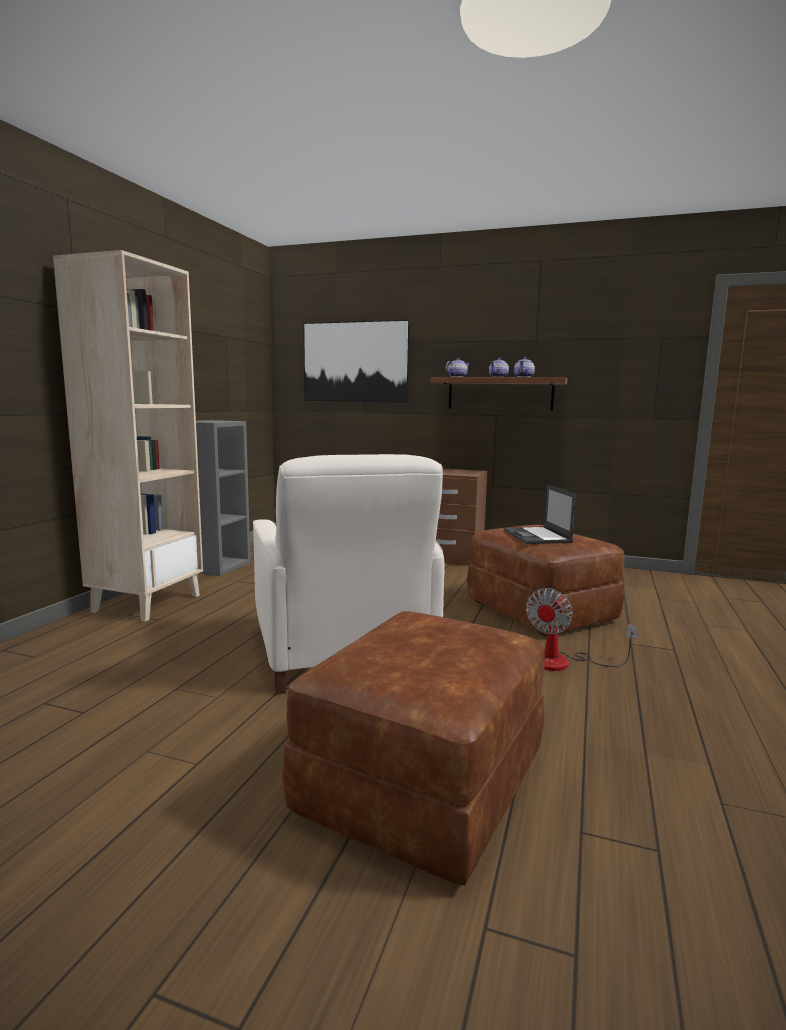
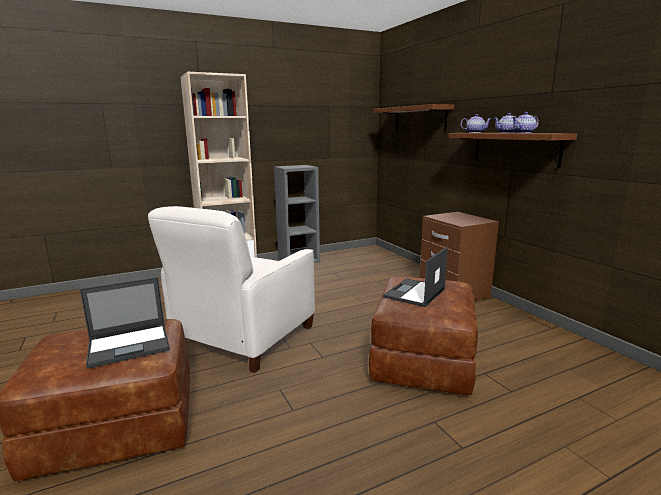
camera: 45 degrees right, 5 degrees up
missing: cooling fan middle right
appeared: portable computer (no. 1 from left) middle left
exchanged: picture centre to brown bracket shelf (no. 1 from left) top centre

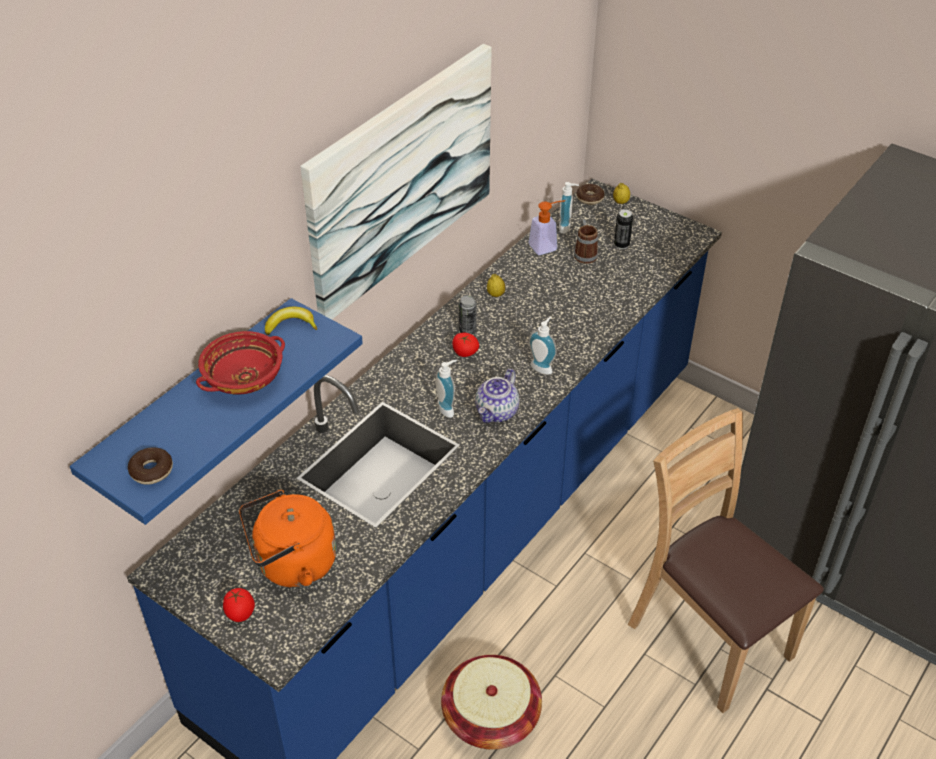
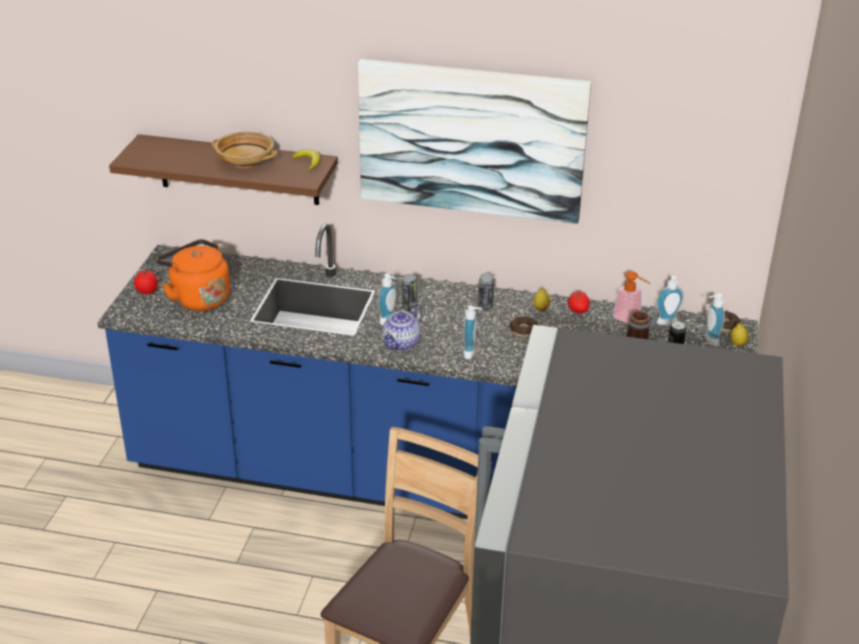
camera: 65 degrees right, 10 degrees down
missing: household basket bottom centre
appeared: sealed can (no. 1 from left) centre; soap dispenser (no. 5 from left) middle right
relocated: fresh tomato (no. 2 from left) centre to middle right; donut (no. 1 from left) middle left to centre
colour: blue bracket shelf middle left to brown bracket shelf top left; reddish bowl middle left to beige-coloured bowl top left
spun: tea pot centre = centre 60 degrees counterclockwise

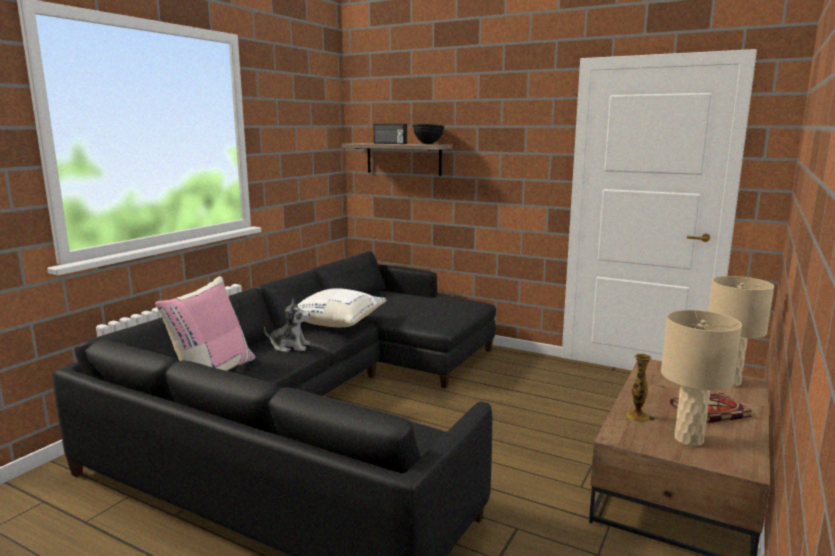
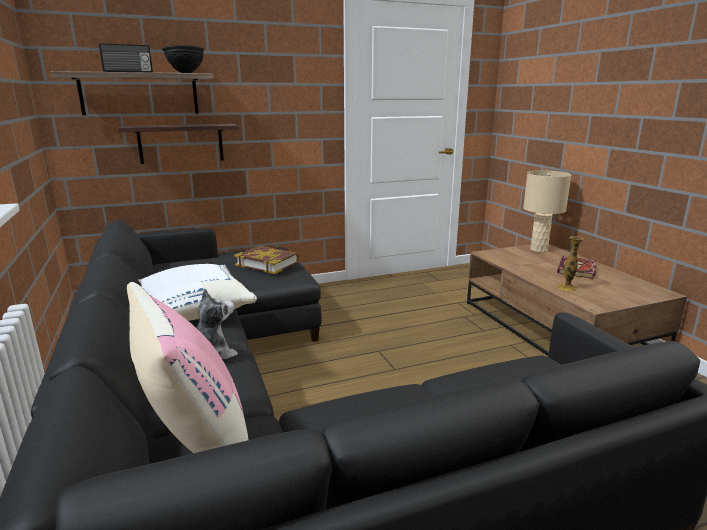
camera: 50 degrees left, 5 degrees up
missing: beige-coloured table lamp (no. 1 from left) bottom right
appeared: bracket shelf (no. 2 from left) top left; book (no. 1 from left) centre

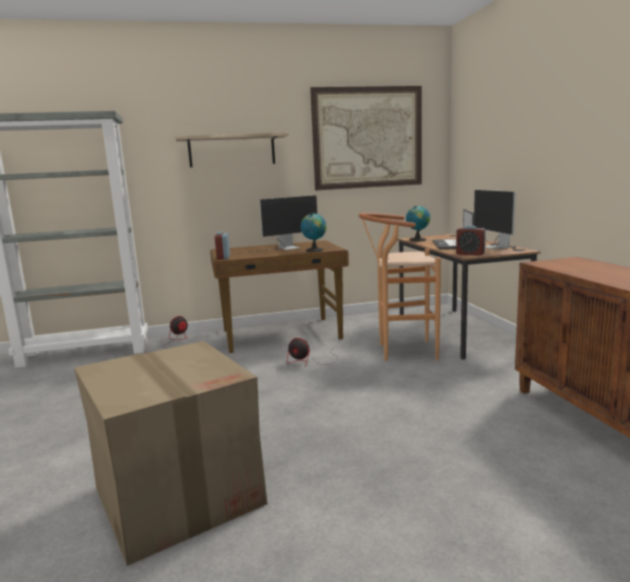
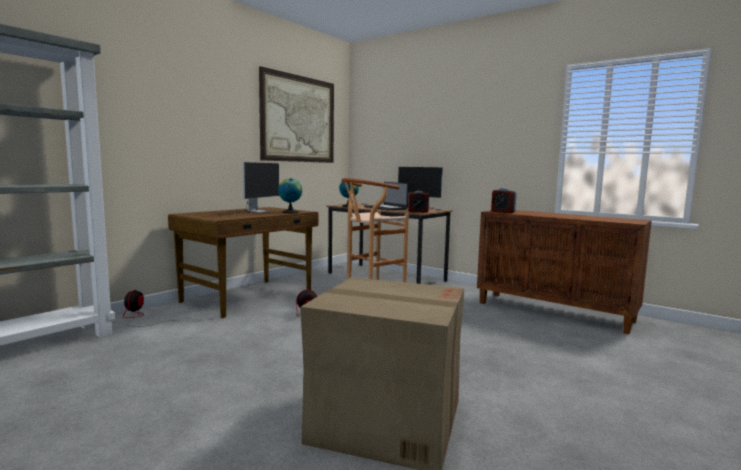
camera: 40 degrees left, 5 degrees down
missing: bracket shelf top centre
relocated: bedside clock (no. 1 from left in the first image) centre to bedside clock (no. 2 from left) middle right

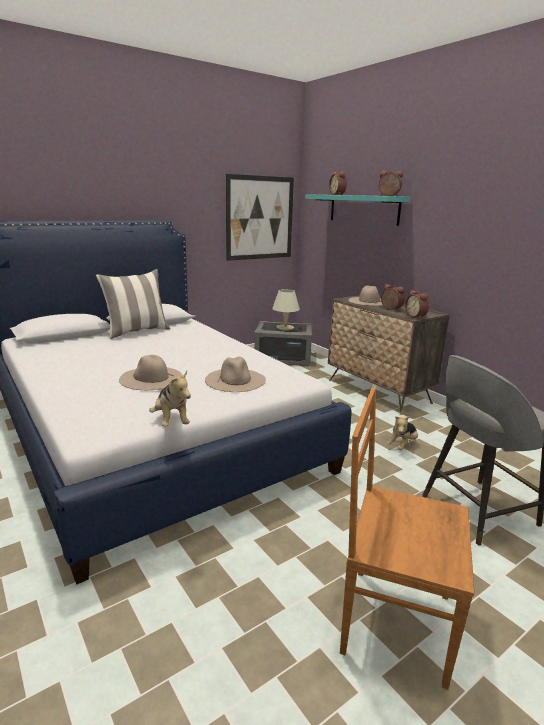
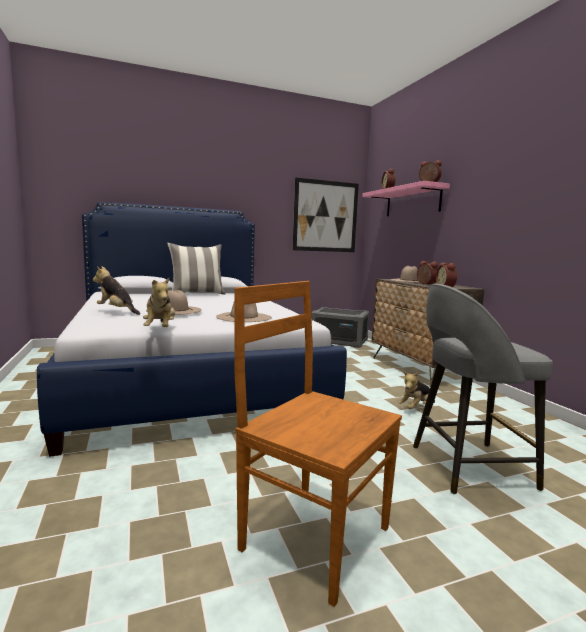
camera: 15 degrees right, 10 degrees down
missing: beige-coloured table lamp centre
appeared: plush toy (no. 1 from left) middle left
colour: turquoise bracket shelf top centre to pink bracket shelf top right

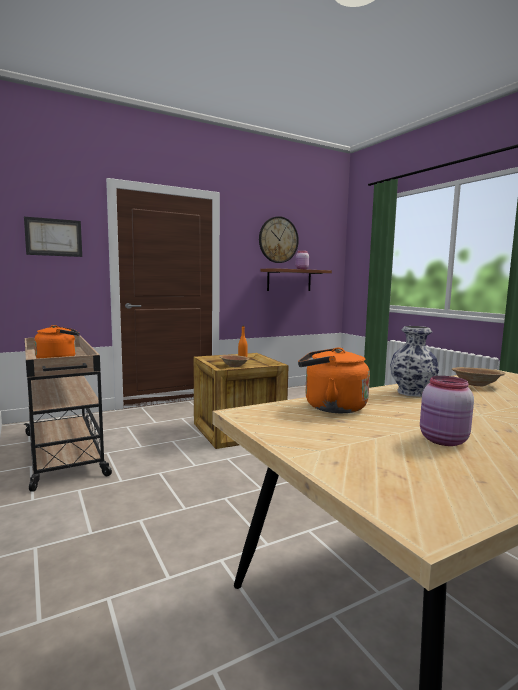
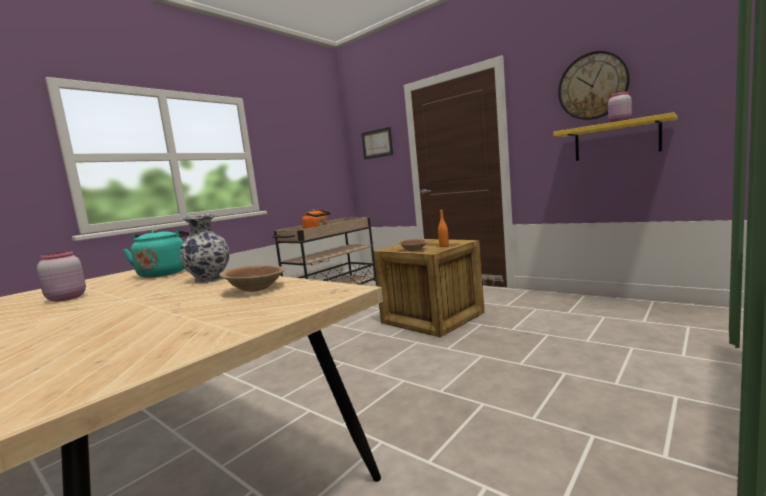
camera: 70 degrees right, 0 degrees up
colour: brown bracket shelf centre to yellow-coloured bracket shelf top right; orangey tea kettle (no. 2 from left) centre to turquoise tea kettle middle left

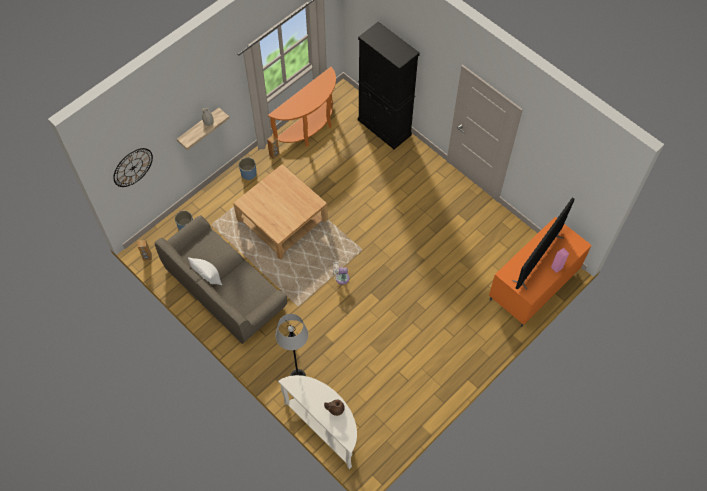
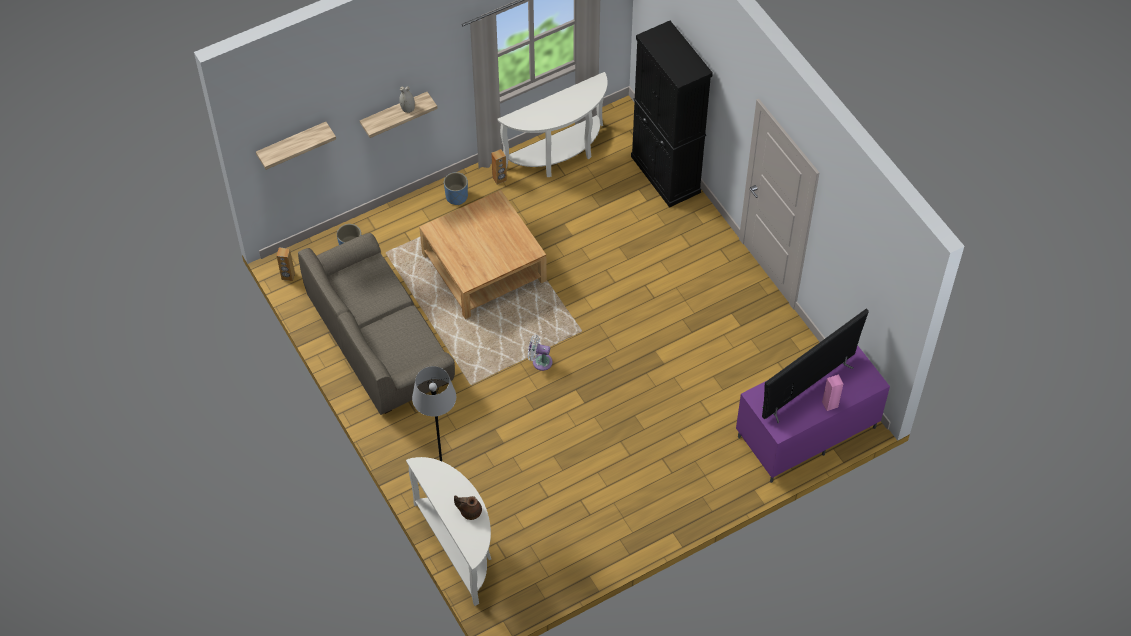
camera: 15 degrees right, 5 degrees down
missing: white pillow middle left
exchanged: wall clock middle left to bracket shelf (no. 1 from left) top left
colour: orangey narrow table top centre to white narrow table (no. 2 from left) top centre; orangey media console middle right to purple-coloured media console middle right

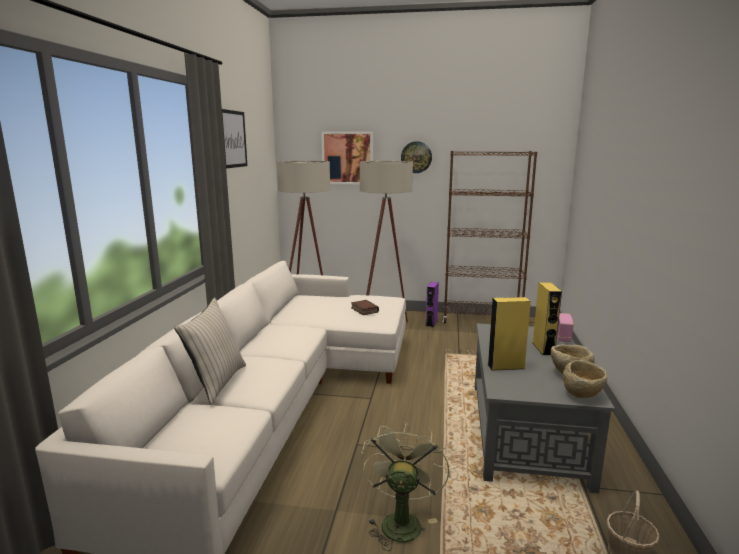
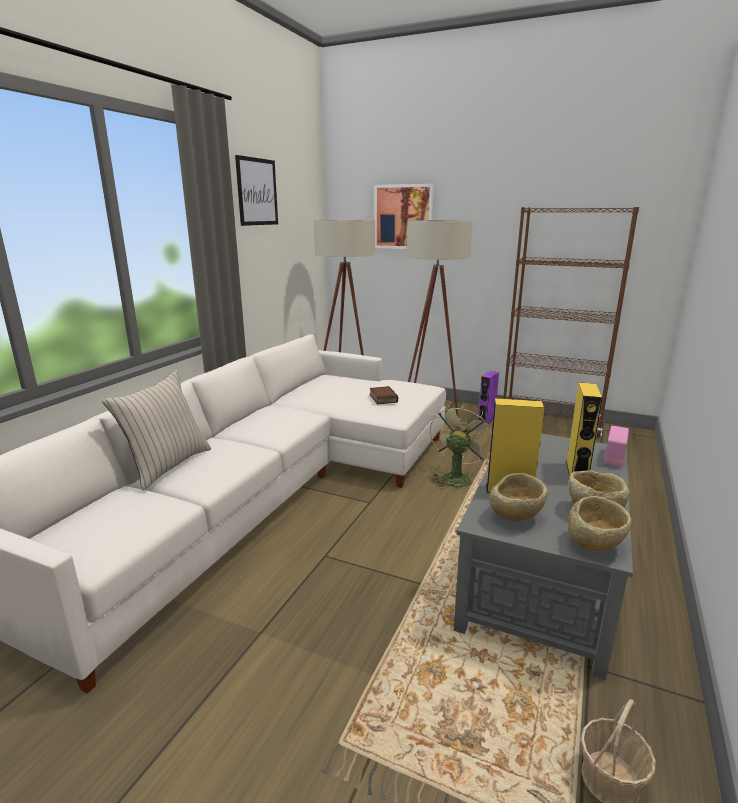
camera: 15 degrees right, 5 degrees up
missing: wall clock top centre
appeared: beige-coloured bowl (no. 1 from left) middle right
relocated: greenish cooling fan bottom centre to centre

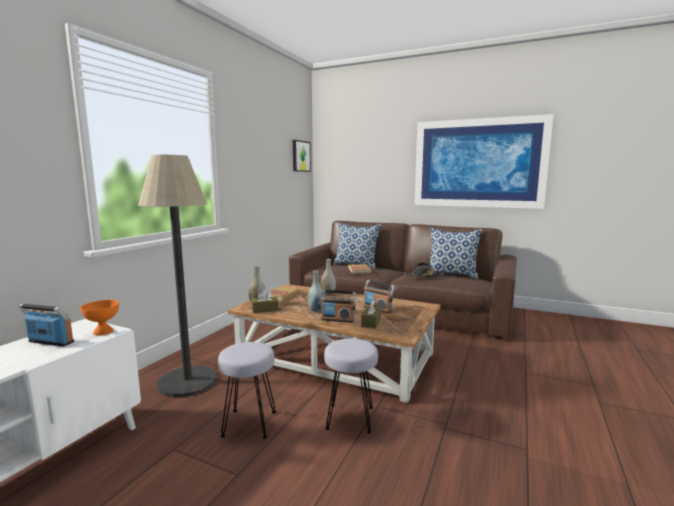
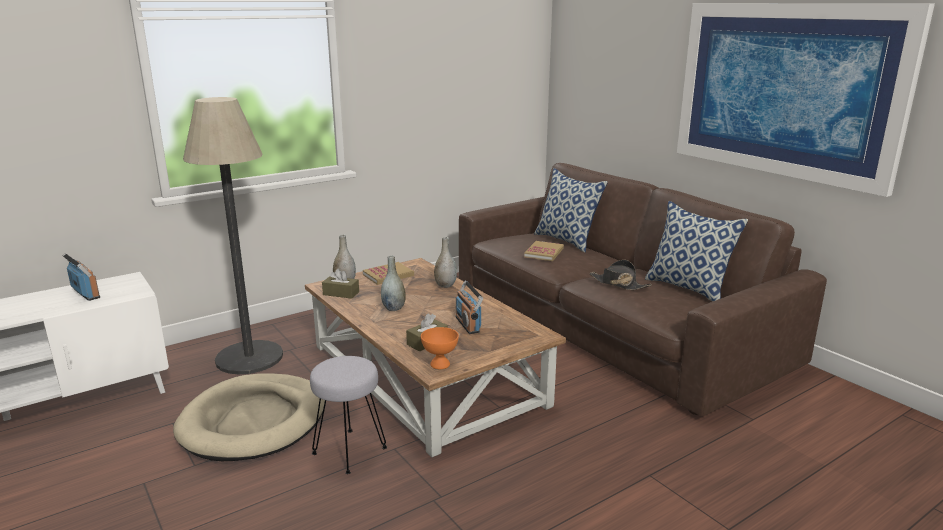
camera: 30 degrees right, 10 degrees up
missing: picture (no. 1 from left) top centre; radio (no. 2 from left) centre
relocated: orangey bowl middle left to centre
exchanged: grey stool (no. 1 from left) bottom centre to beige-coloured pet bed bottom left

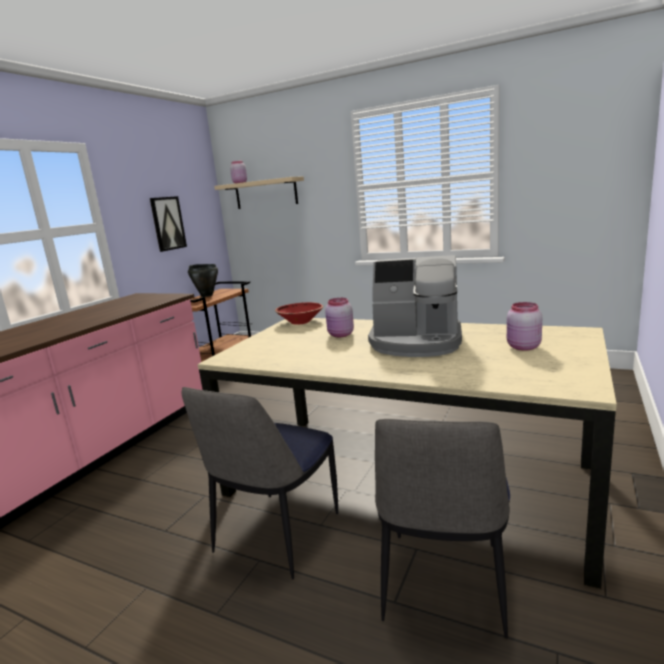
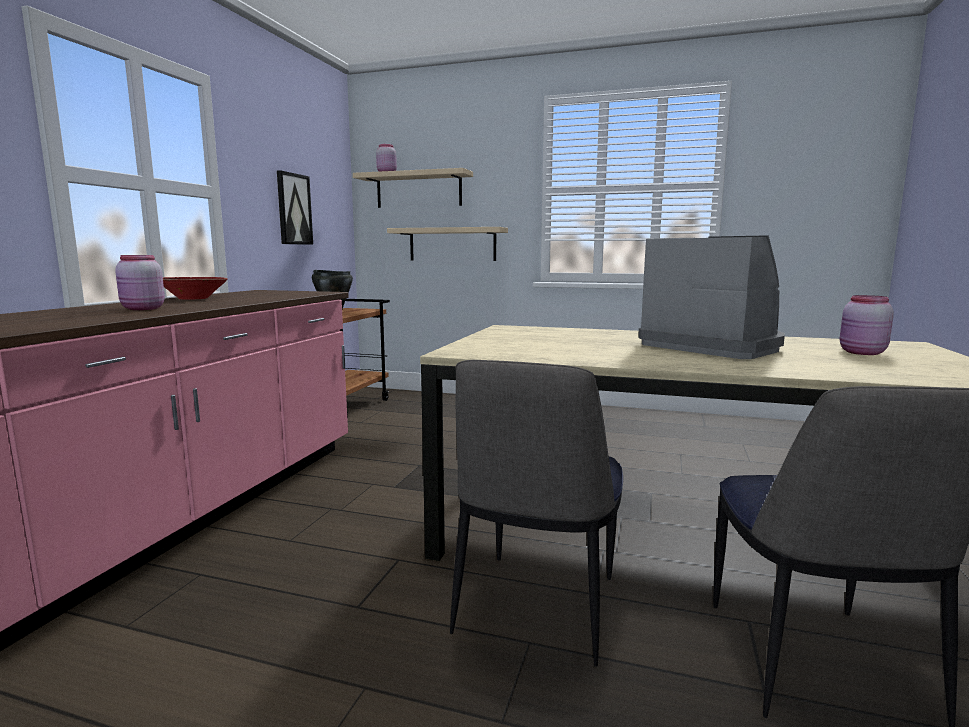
camera: 10 degrees left, 5 degrees down
appeared: beige-coloured bracket shelf (no. 2 from left) centre
relocated: pink storage jar (no. 2 from left in the first image) centre to pink storage jar (no. 1 from left) middle left; reddish bowl centre to middle left
spun: coffee brewer centre = middle right 135 degrees counterclockwise

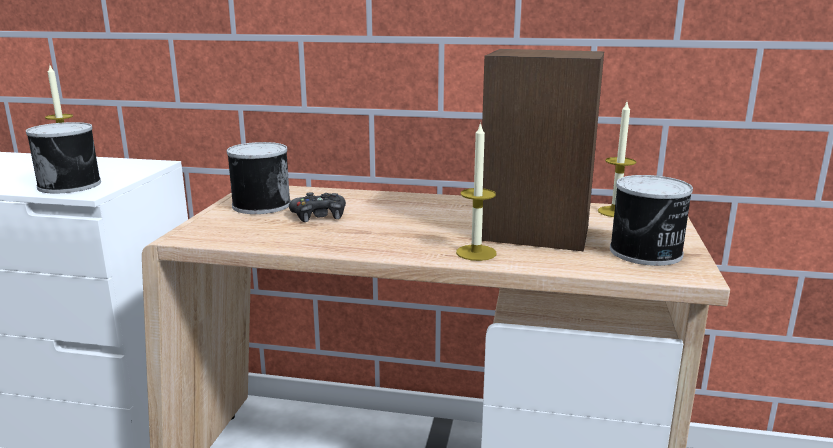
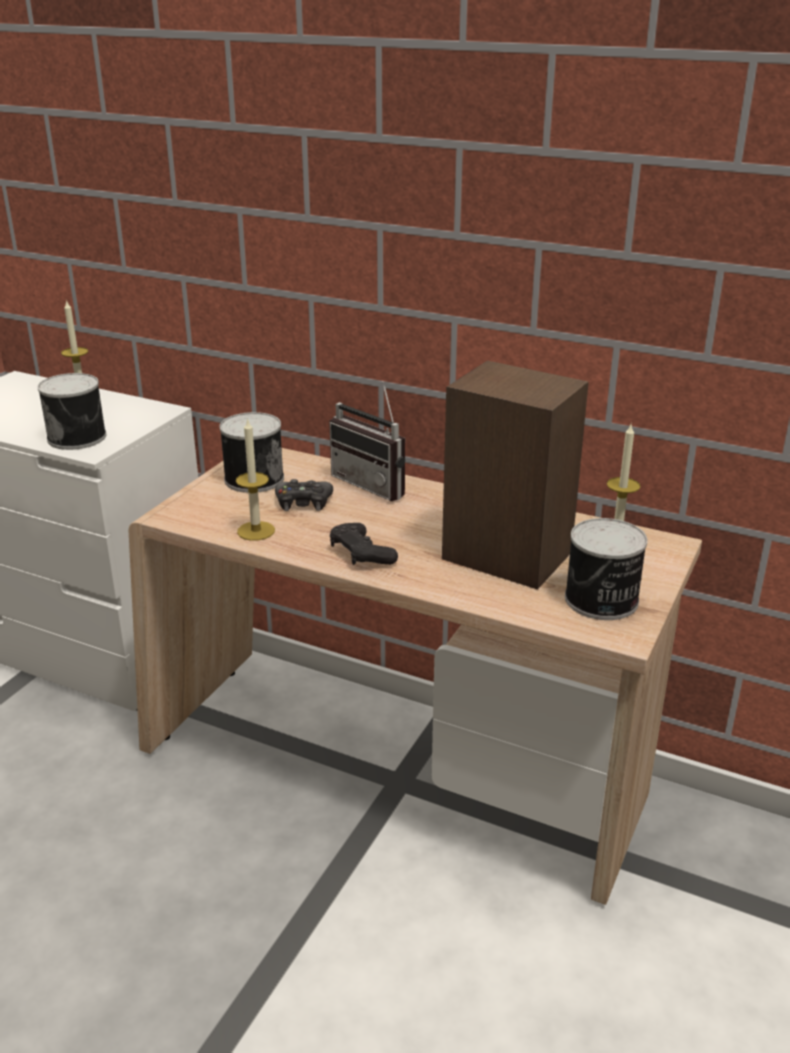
camera: 15 degrees right, 10 degrees up
appeared: radio centre; black-coloured game controller (no. 2 from left) centre
relocated: wax light (no. 2 from left) centre to middle left

